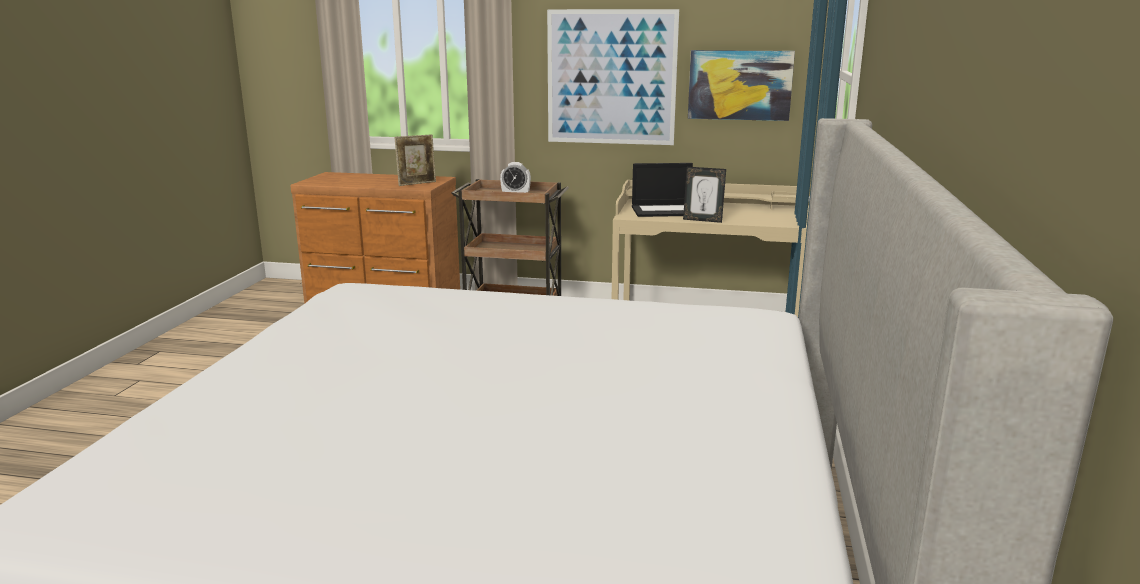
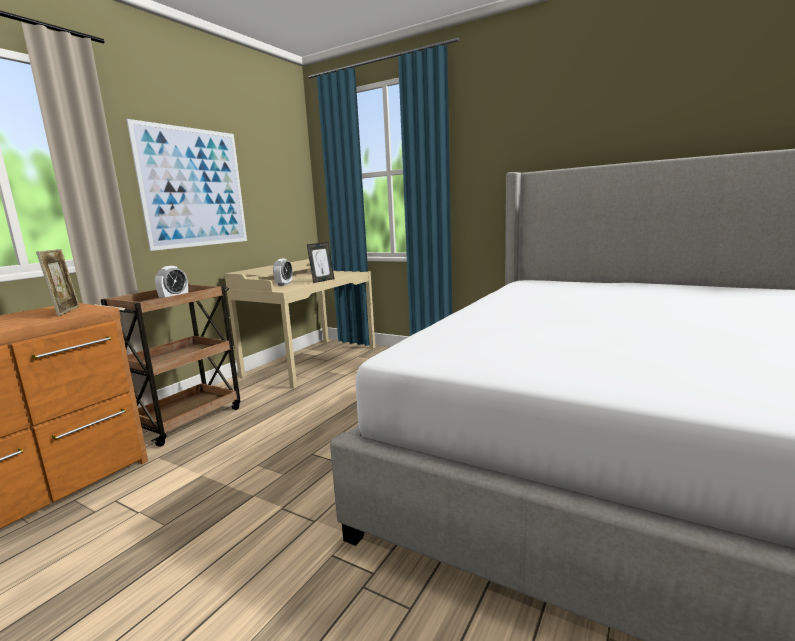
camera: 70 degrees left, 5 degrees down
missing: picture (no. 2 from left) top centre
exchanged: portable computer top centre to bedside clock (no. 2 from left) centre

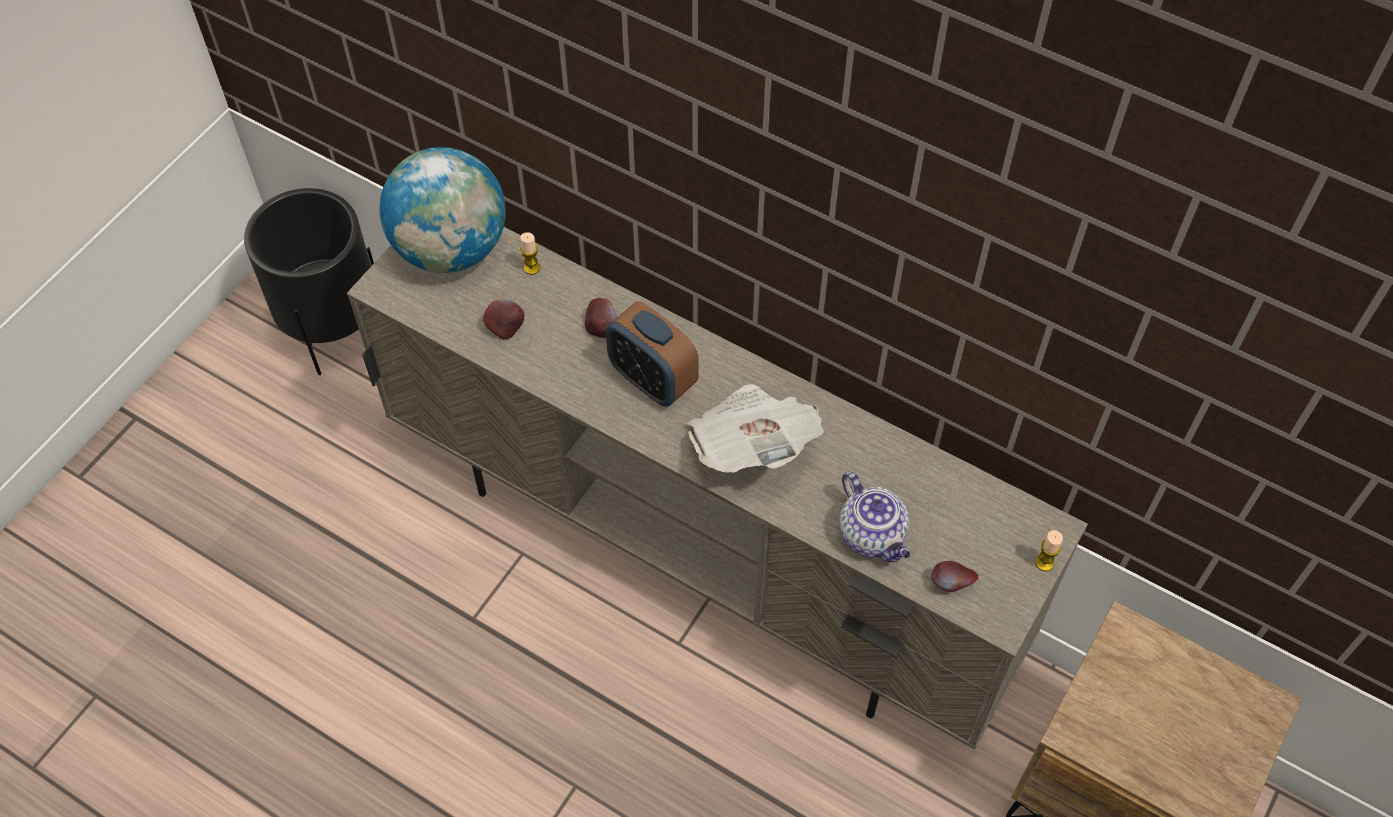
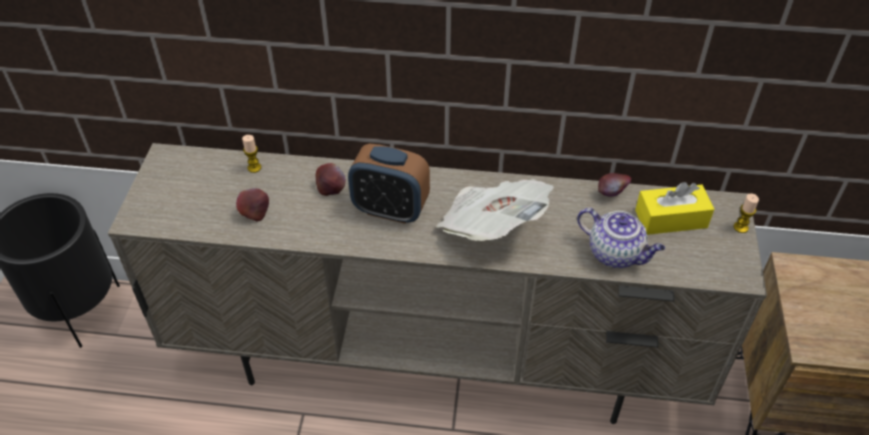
camera: 25 degrees left, 10 degrees down
missing: desk globe top left
appeared: yellow-coloured tissue box middle right
relocated: apple fruit (no. 3 from left) bottom right to middle right

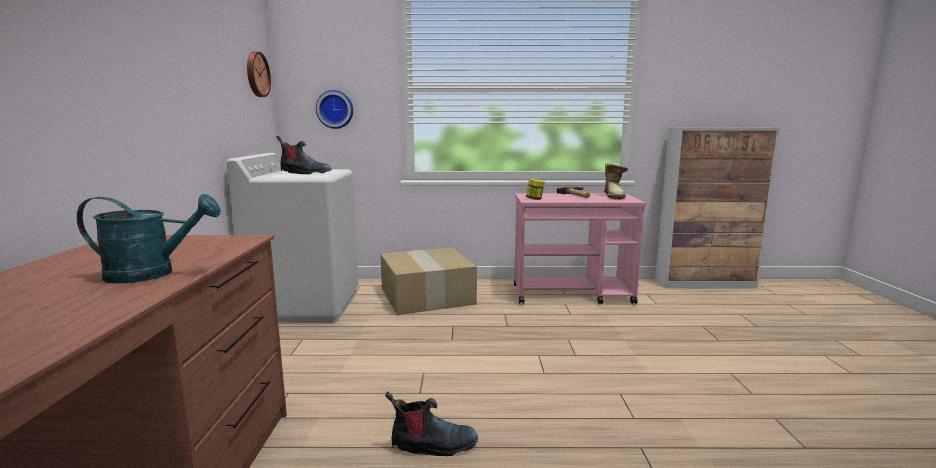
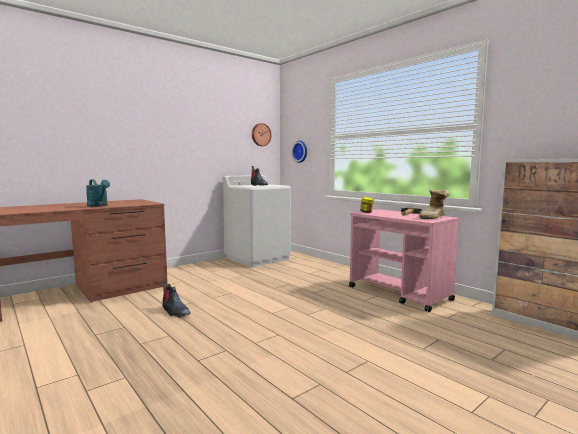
camera: 50 degrees right, 5 degrees down
missing: carton centre

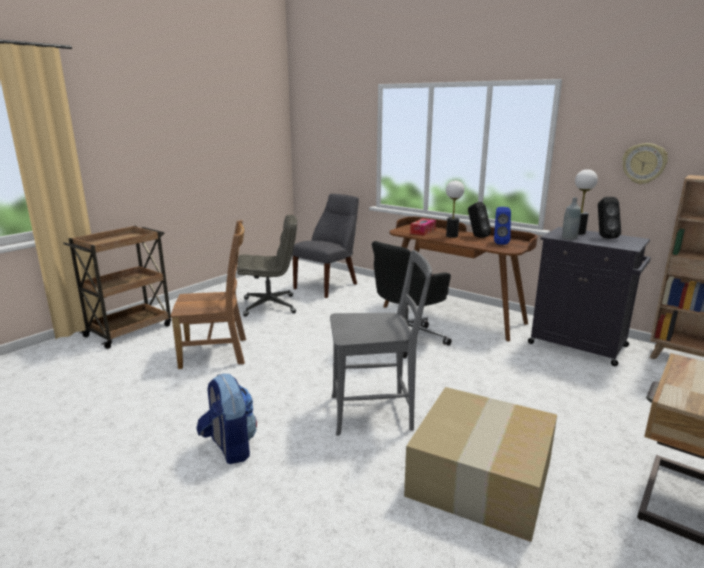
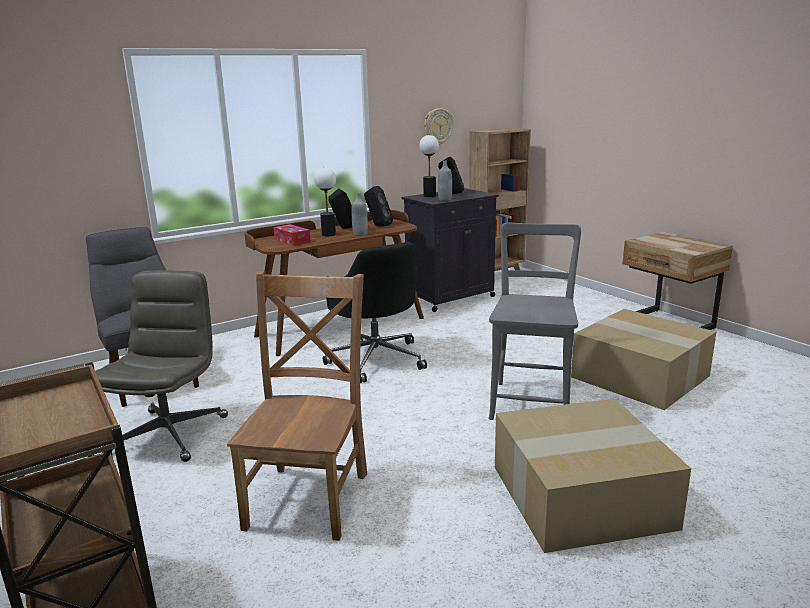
camera: 70 degrees left, 0 degrees up
appeared: grey drink bottle (no. 1 from left) centre
exchanged: rucksack bottom left to carton (no. 1 from left) bottom right
colour: blue audio speaker middle right to black-coloured audio speaker (no. 2 from left) centre

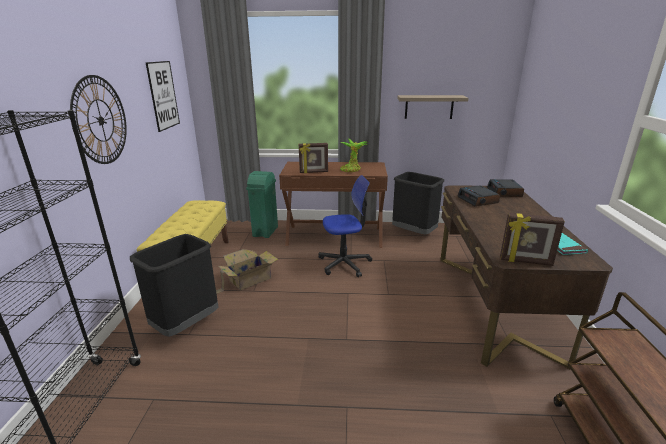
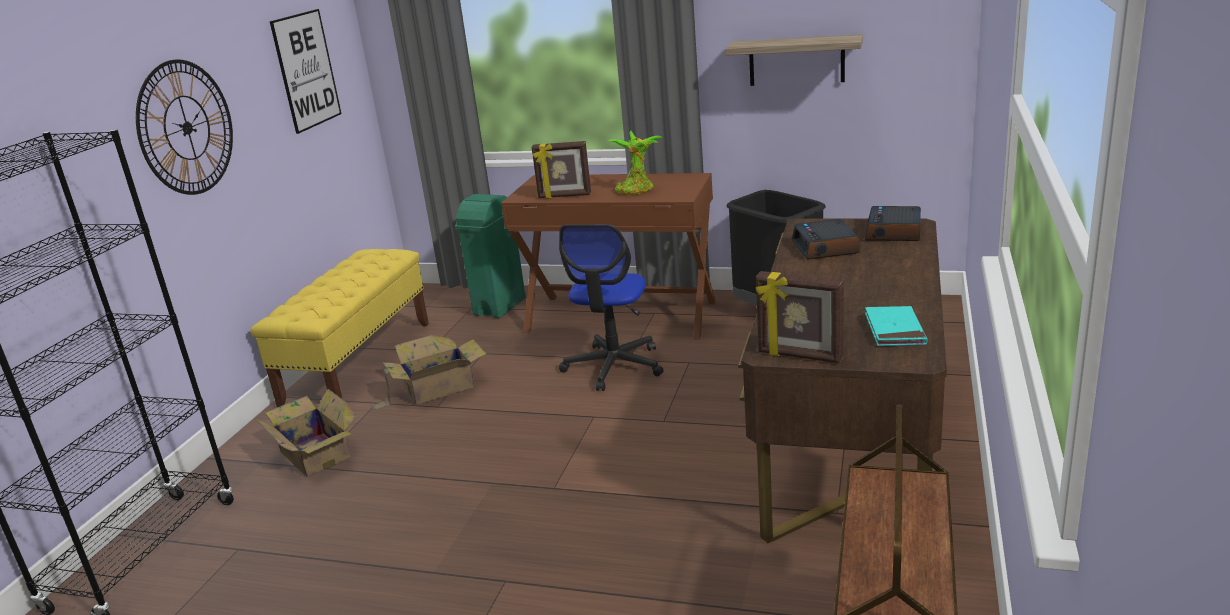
camera: 15 degrees right, 0 degrees up
exchanged: black-coloured rubbish bin (no. 1 from left) middle left to carton (no. 1 from left) bottom left
spun: computer chair centre = centre 105 degrees clockwise

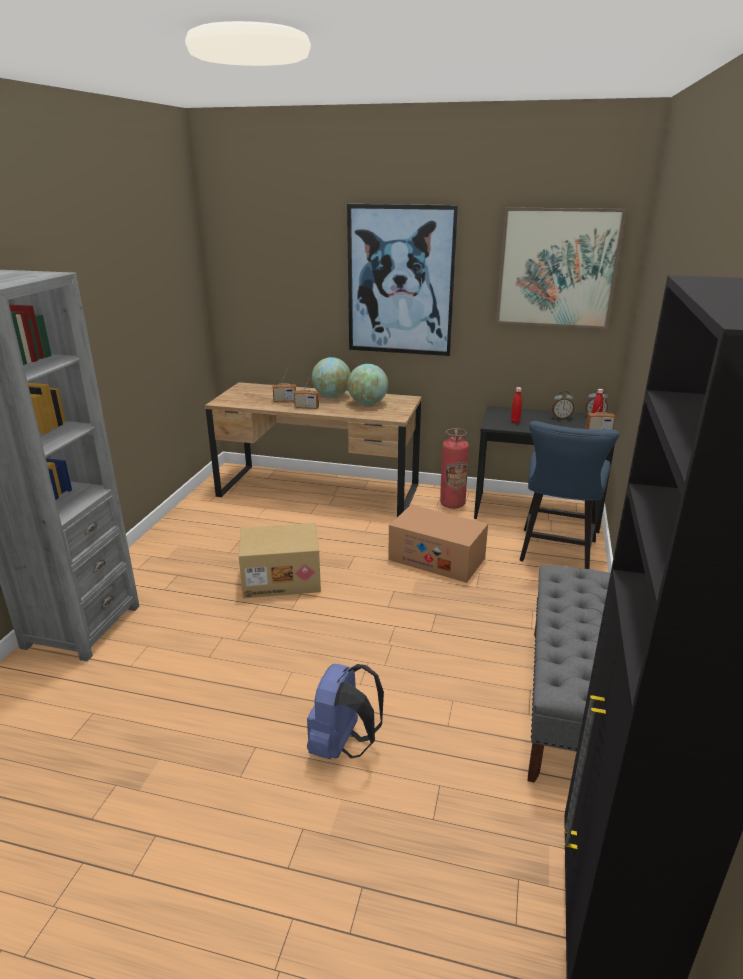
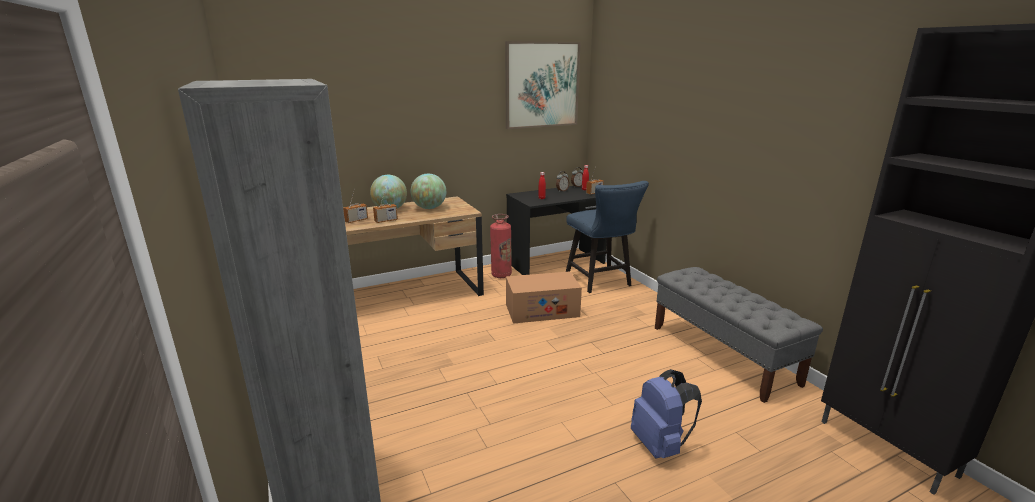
camera: 40 degrees left, 5 degrees down
missing: picture (no. 1 from left) top centre; carton (no. 1 from left) centre

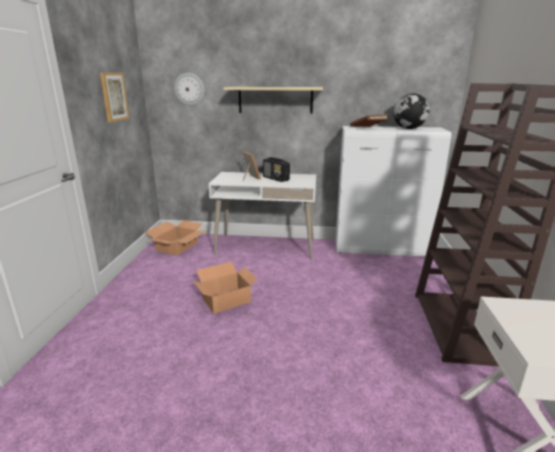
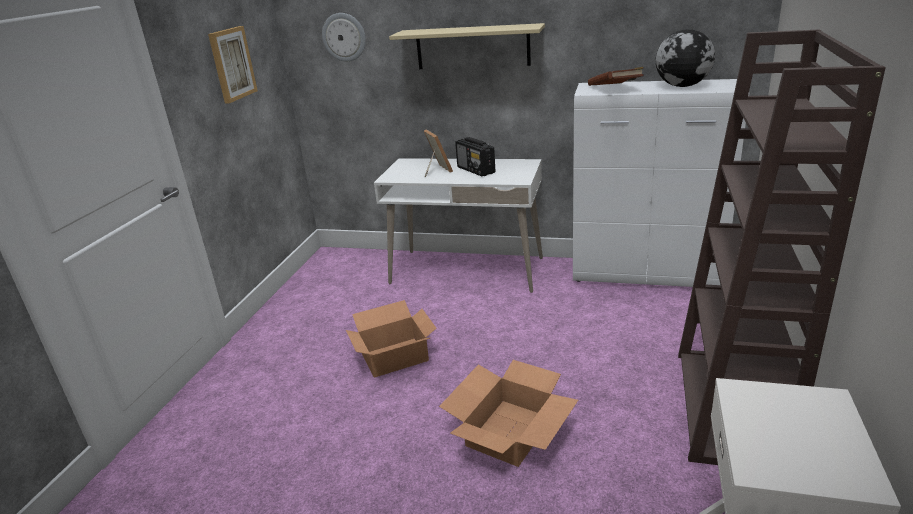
camera: 10 degrees right, 5 degrees up
relocated: carton (no. 1 from left in the first image) middle left to carton (no. 2 from left) bottom centre

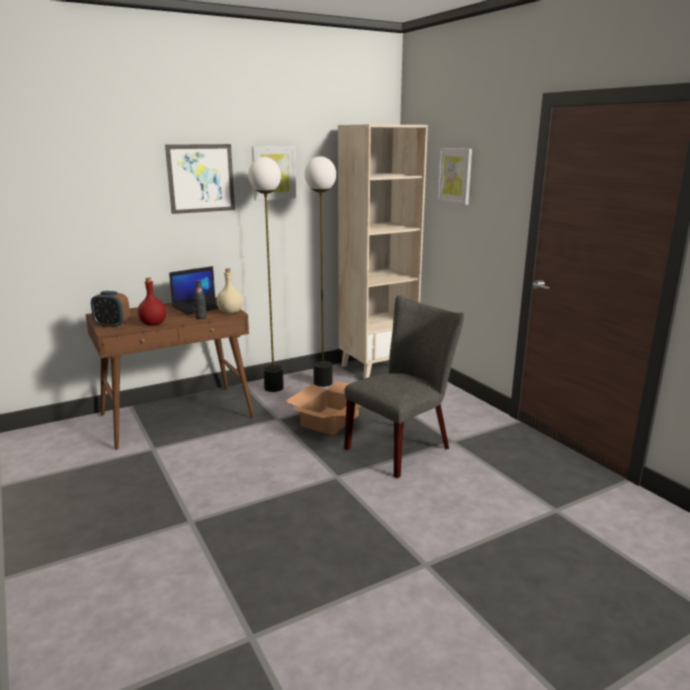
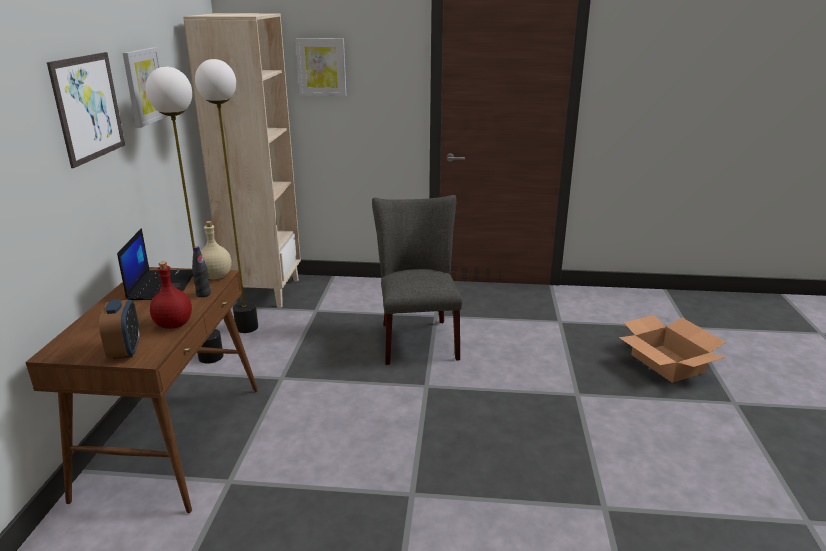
camera: 55 degrees left, 5 degrees up
relocated: carton centre to middle right
spun: bedside clock middle left = middle left 60 degrees counterclockwise

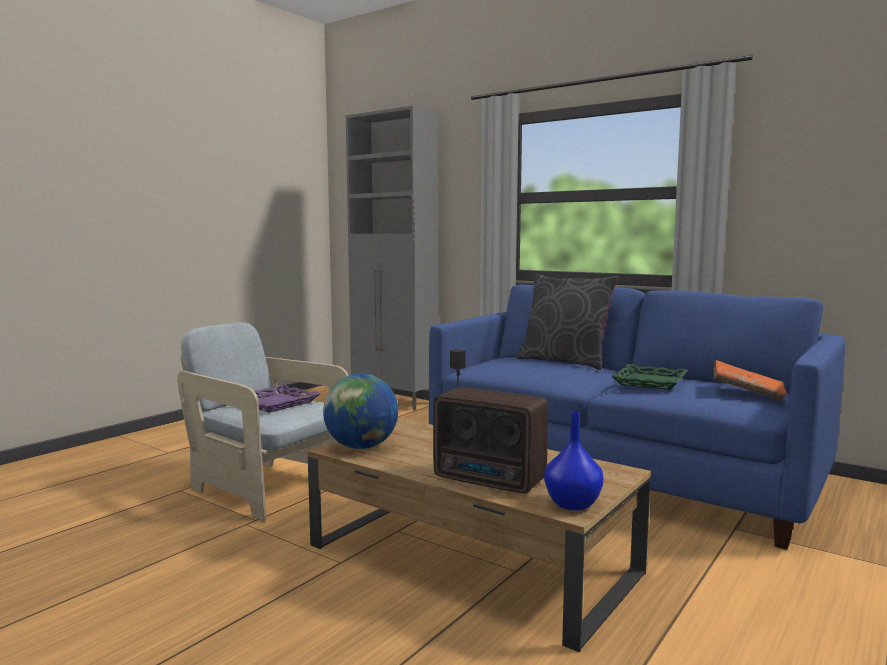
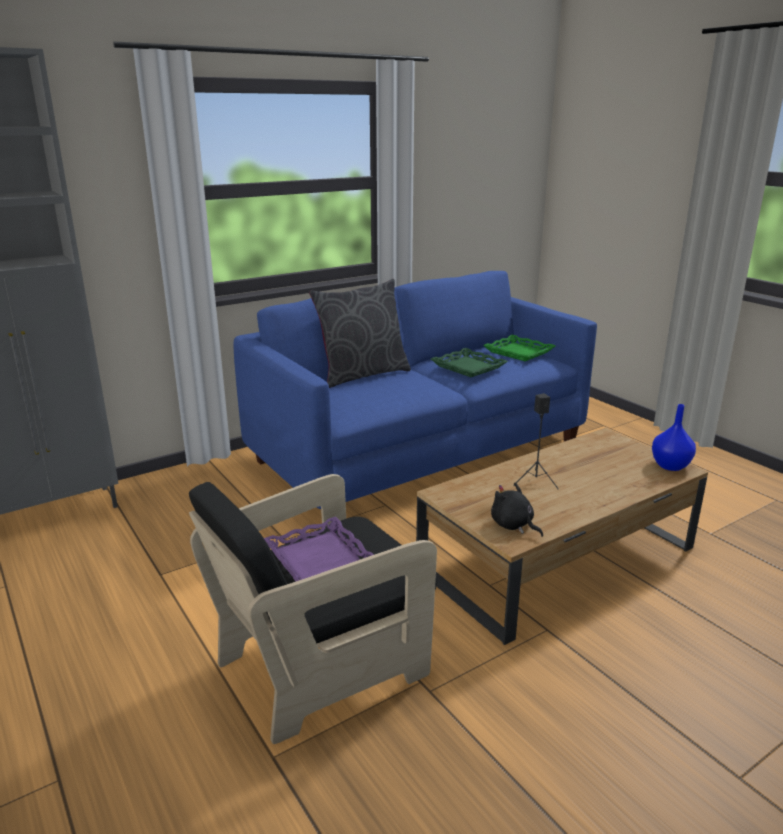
camera: 70 degrees left, 15 degrees up
missing: radio centre
exchanged: orangey book middle right to greenish tray (no. 2 from left) centre; desk globe centre to black-coloured plush toy centre
colour: beige-coloured lounge chair middle left to black-coloured lounge chair bottom centre

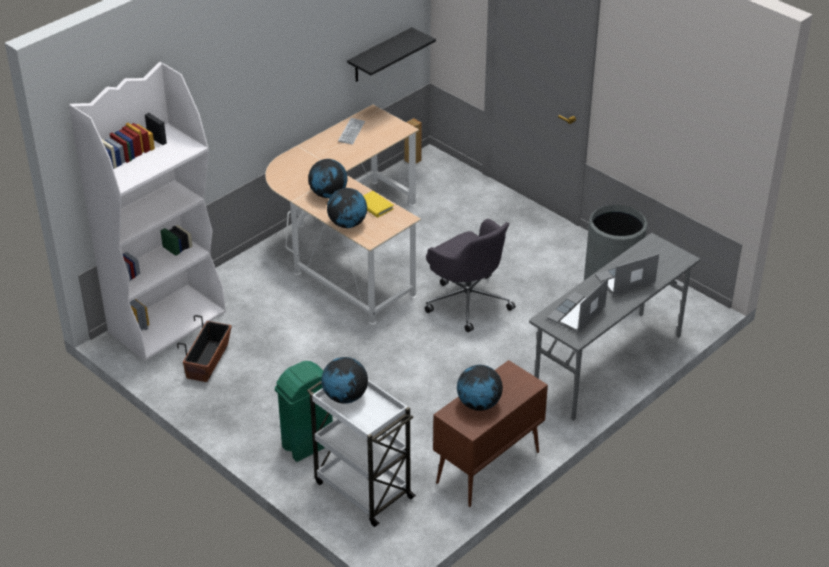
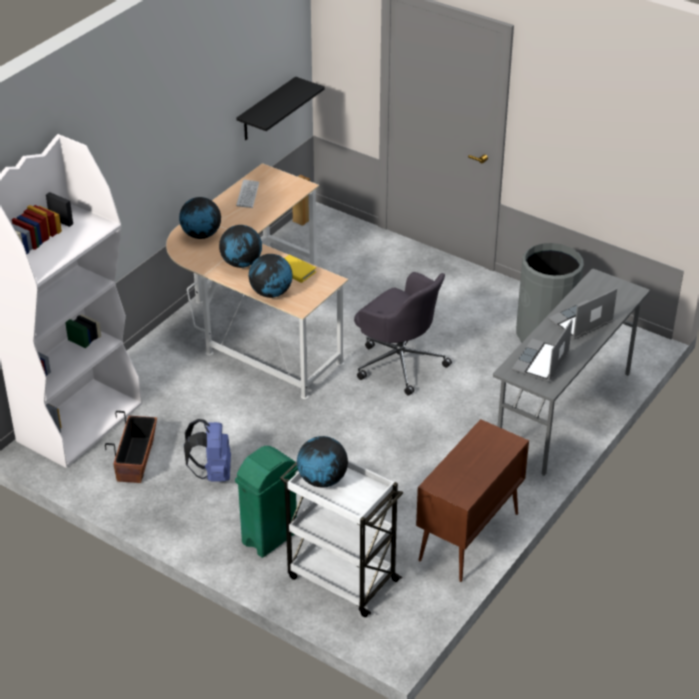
camera: 10 degrees left, 0 degrees up
appeared: blue rucksack middle left
relocated: desk globe (no. 4 from left in the first image) bottom centre to desk globe (no. 1 from left) top left

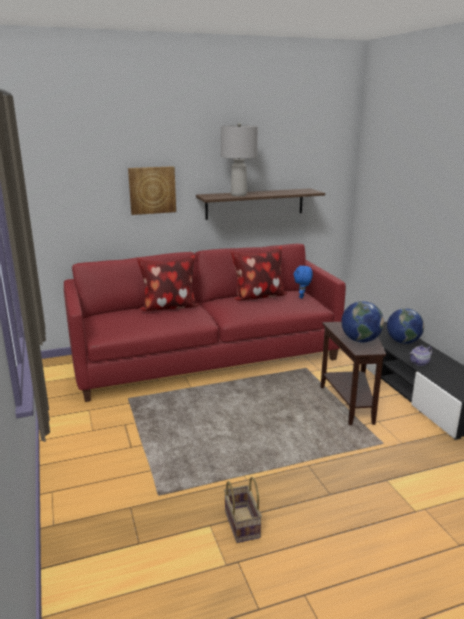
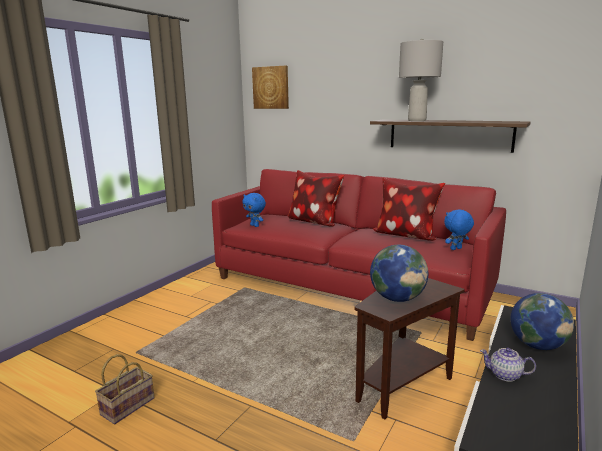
camera: 50 degrees right, 5 degrees down
appeared: blue plush toy (no. 1 from left) centre
relocated: picture top left to top centre

